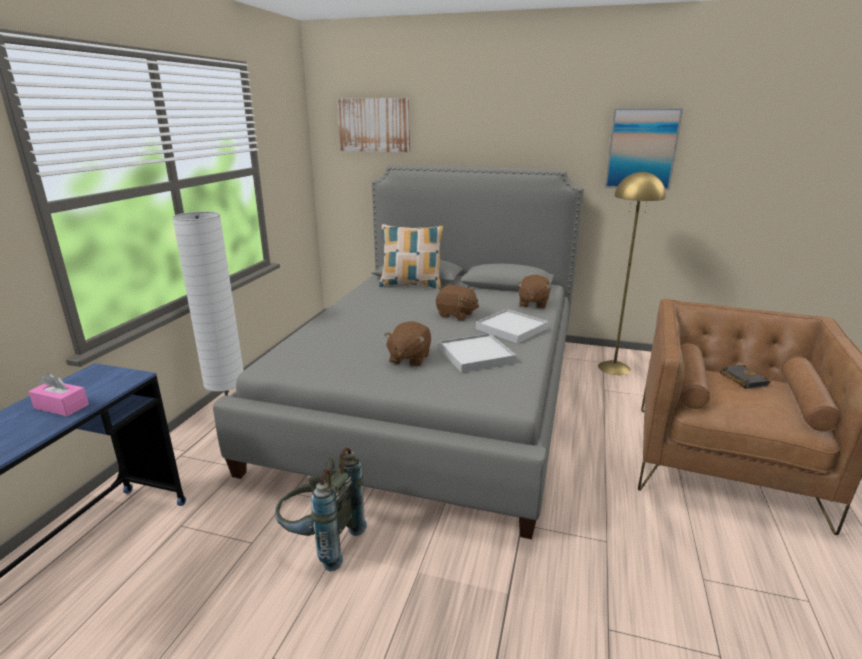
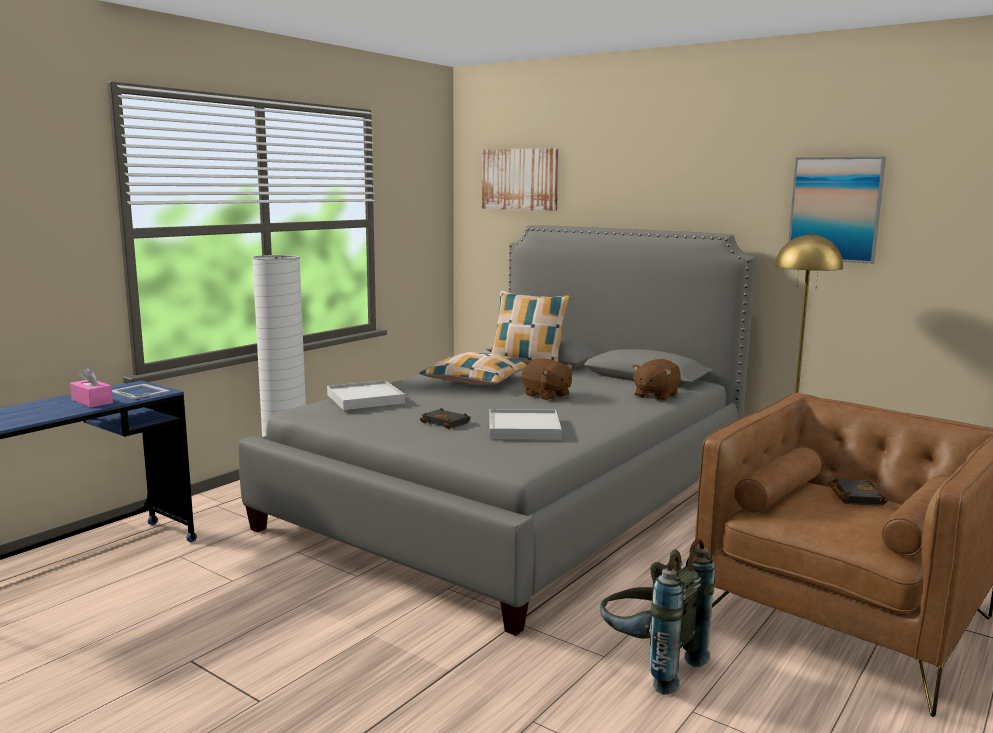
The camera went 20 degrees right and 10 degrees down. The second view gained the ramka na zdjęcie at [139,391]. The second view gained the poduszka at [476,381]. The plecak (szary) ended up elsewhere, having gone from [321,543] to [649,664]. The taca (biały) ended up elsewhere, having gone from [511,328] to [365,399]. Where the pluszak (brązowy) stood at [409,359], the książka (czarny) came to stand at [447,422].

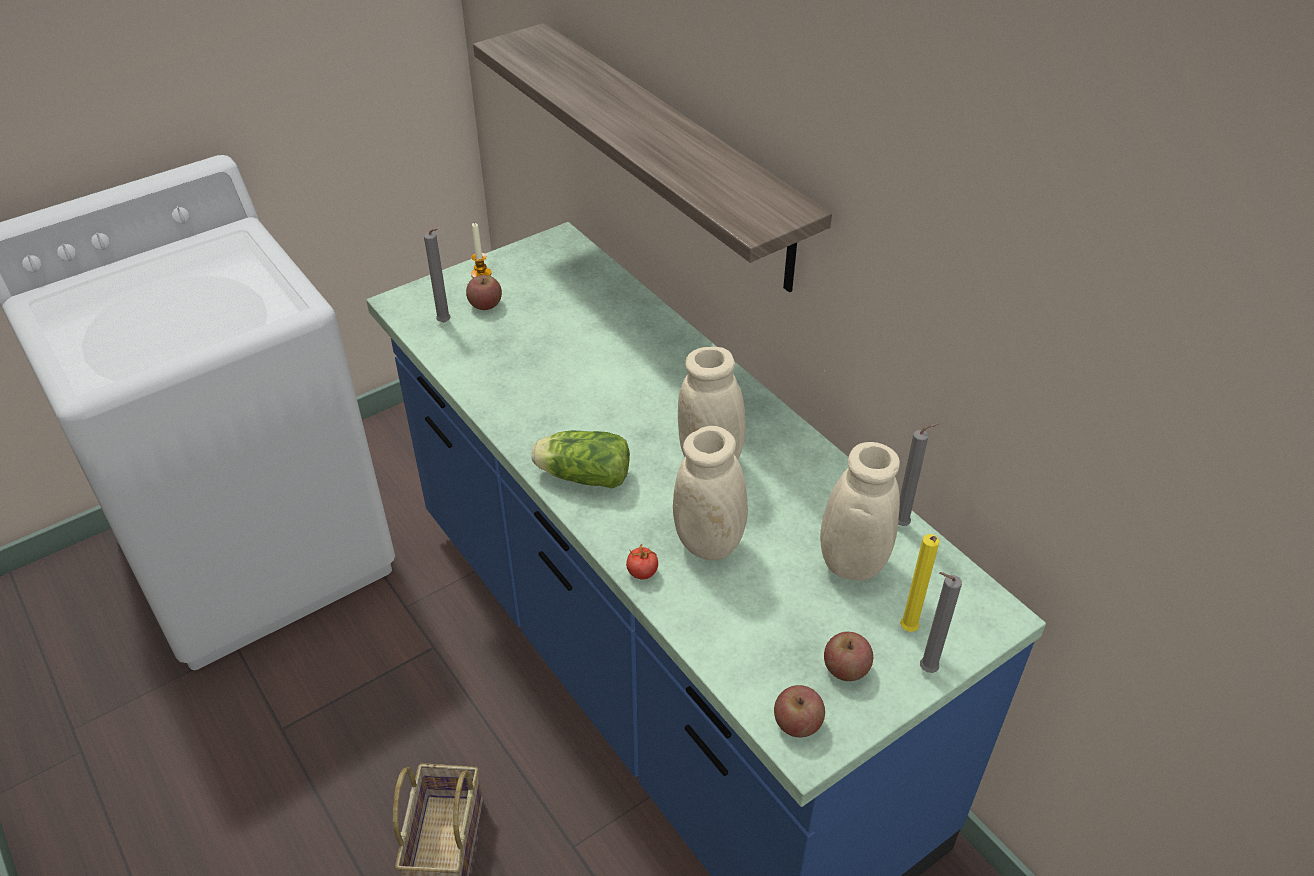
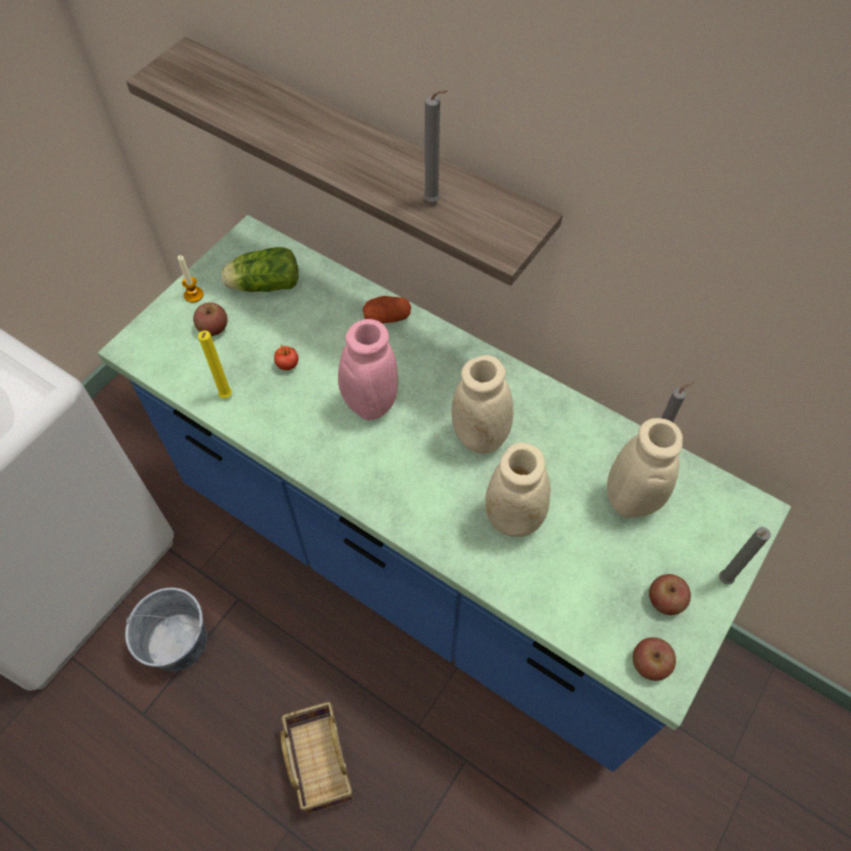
The camera went 20 degrees left and 15 degrees up. The second view gained the wiadro (szary) at [178,642]. The second view gained the wazon (różowy) at [366,403]. The second view gained the ziemniak at [387,317]. The świeca (szary) ended up elsewhere, having gone from [445,323] to [434,202]. The sałata ended up elsewhere, having gone from [581,475] to [262,285]. The pomidor ended up elsewhere, having gone from [642,572] to [287,364]. The świeca (żółty) ended up elsewhere, having gone from [908,631] to [226,397].

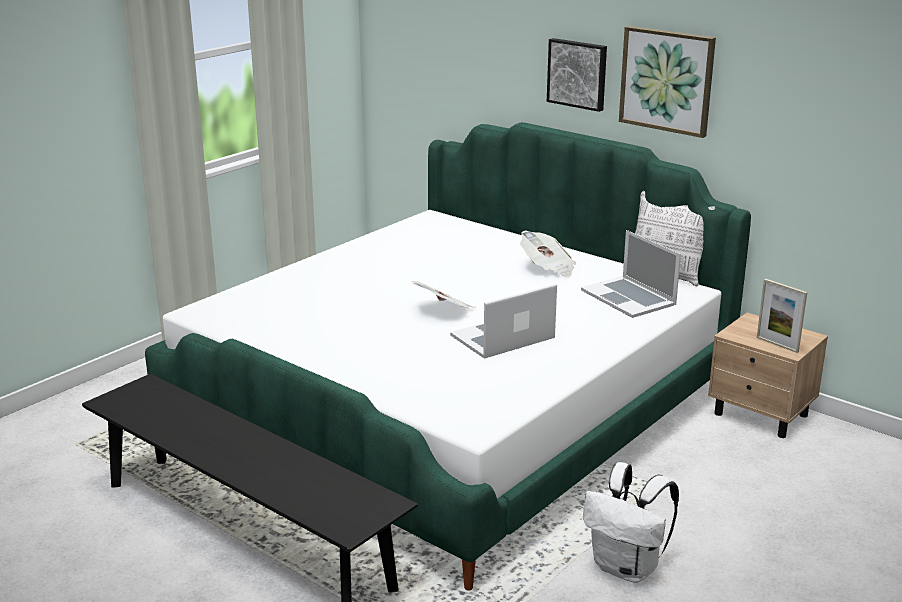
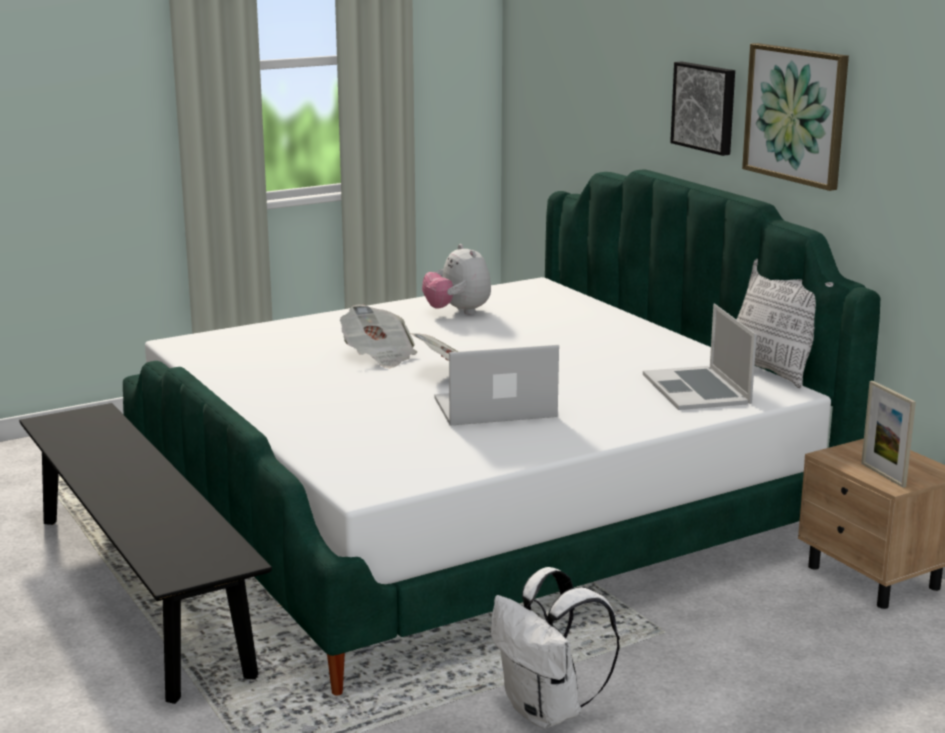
The camera went 20 degrees right and 5 degrees down. The second view gained the pluszak at [457,312]. The gazeta ended up elsewhere, having gone from [548,268] to [379,356].

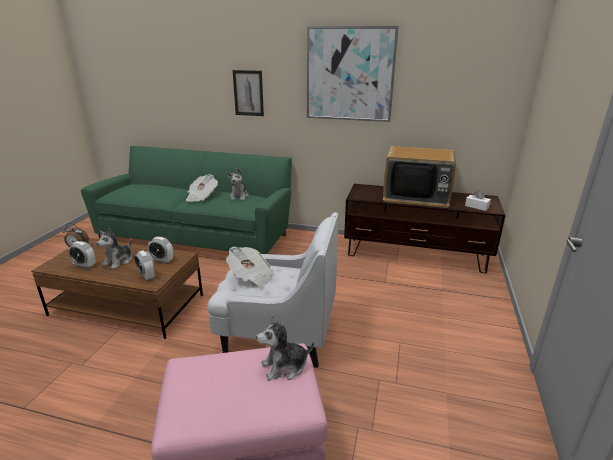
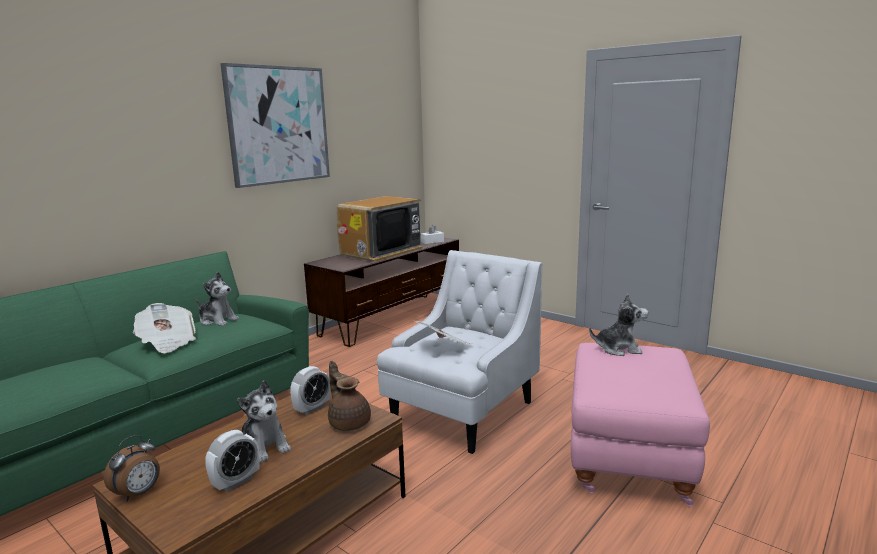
The camera went 65 degrees left and 10 degrees down. The second view lost the obraz at [248,93]. Where the budzik stood at [147,276], the imbryk (brązowy) came to stand at [349,422]. The pluszak at [284,367] ended up facing another way, 90 degrees counterclockwise from before.

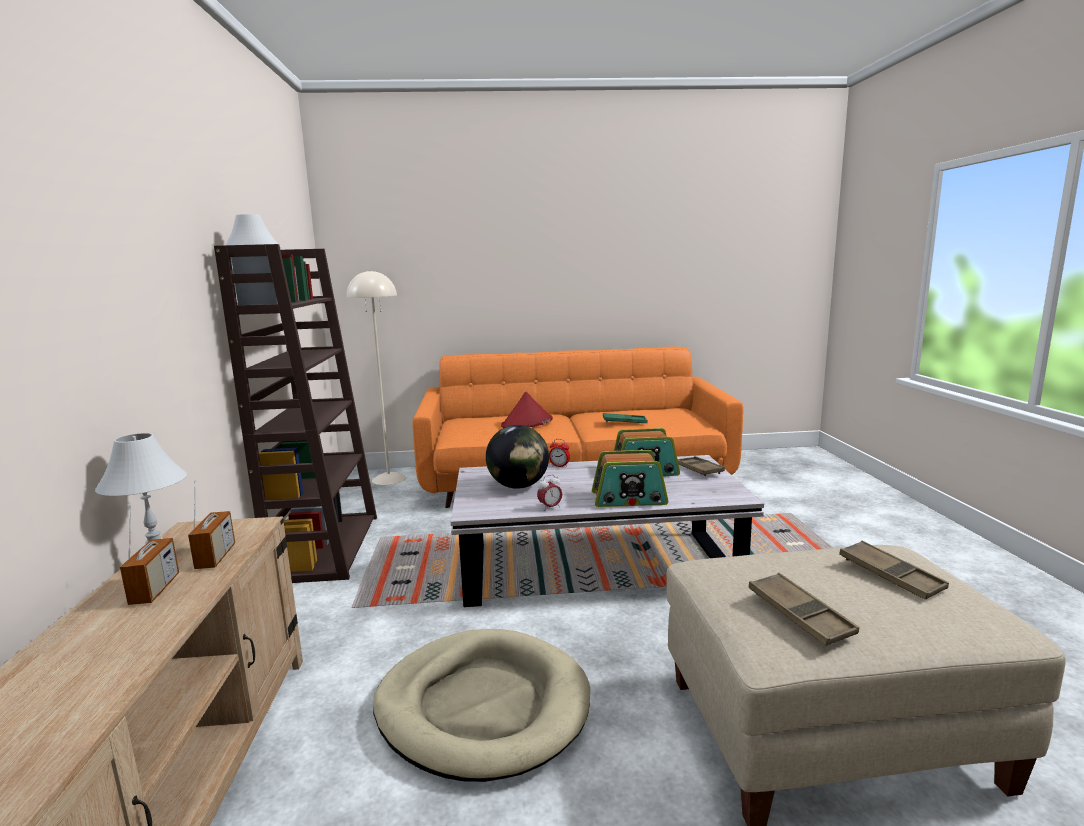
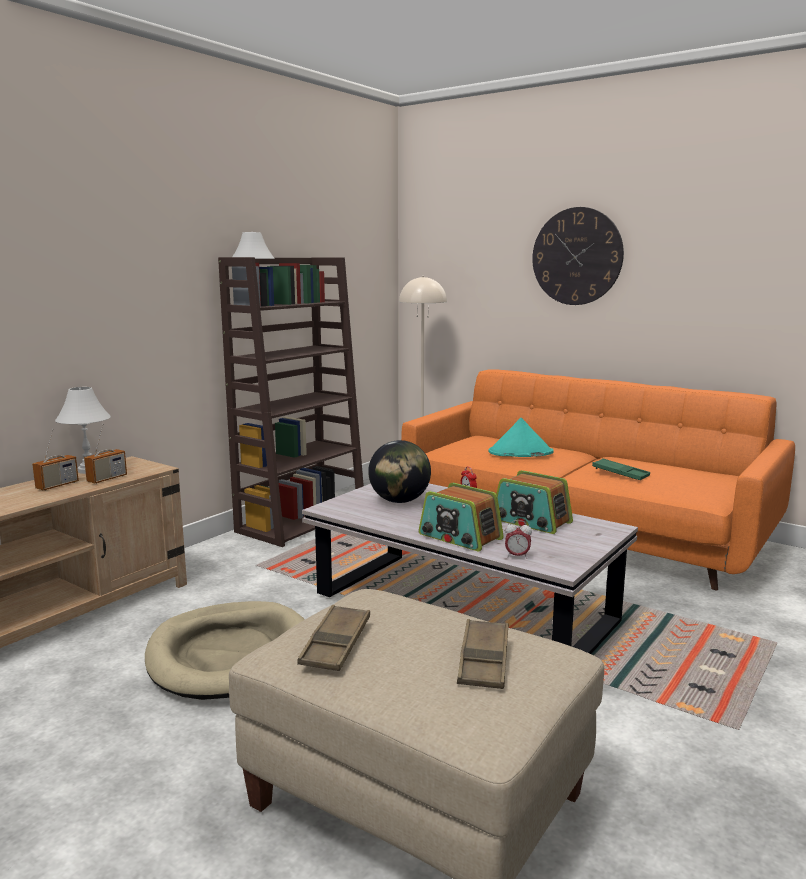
The camera went 40 degrees right and 0 degrees up. The second view lost the taca (brązowy) at [698,469]. The second view gained the zegar ścienny at [577,256]. The budzik ended up elsewhere, having gone from [550,507] to [517,556]. What was the kapelusz (czerwony) at [527,423] turned into the kapelusz (turkusowy) at [520,452].

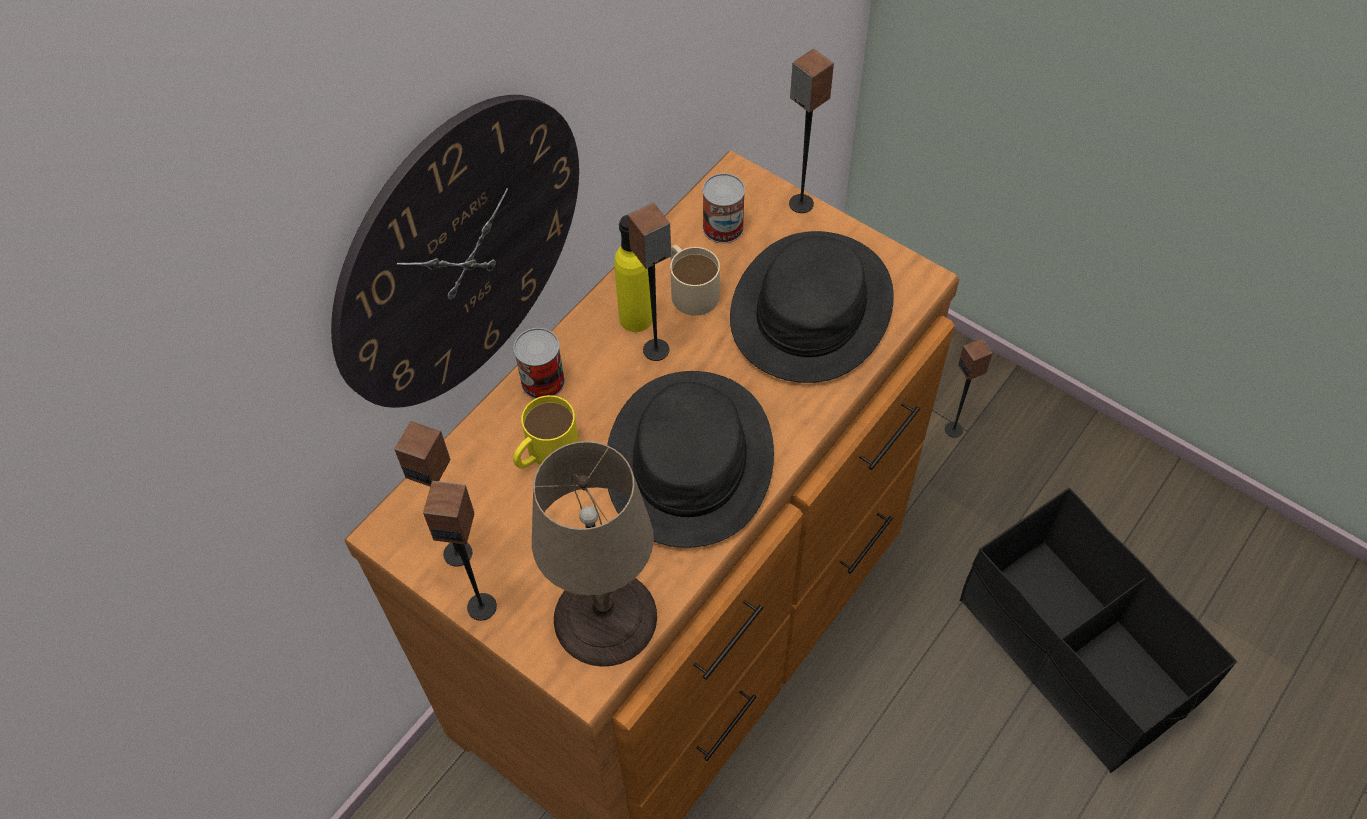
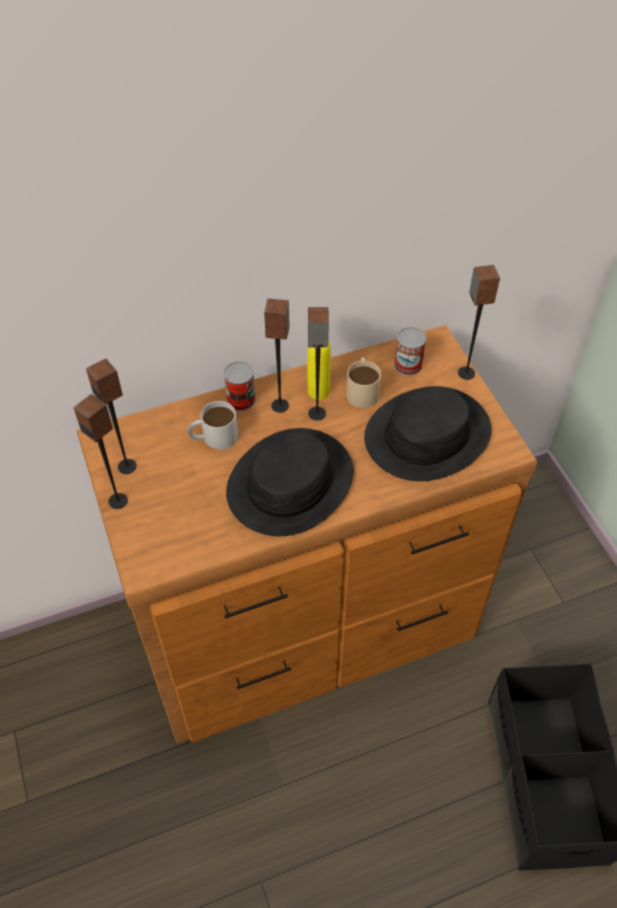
The camera went 30 degrees right and 5 degrees down. The second view lost the zegar ścienny at [460,254]. The second view lost the lampa stołowa (beżowy) at [606,615]. The głośnik ended up elsewhere, having gone from [954,429] to [280,406]. What was the kubek (żółty) at [545,451] turned into the kubek (biały) at [213,437].

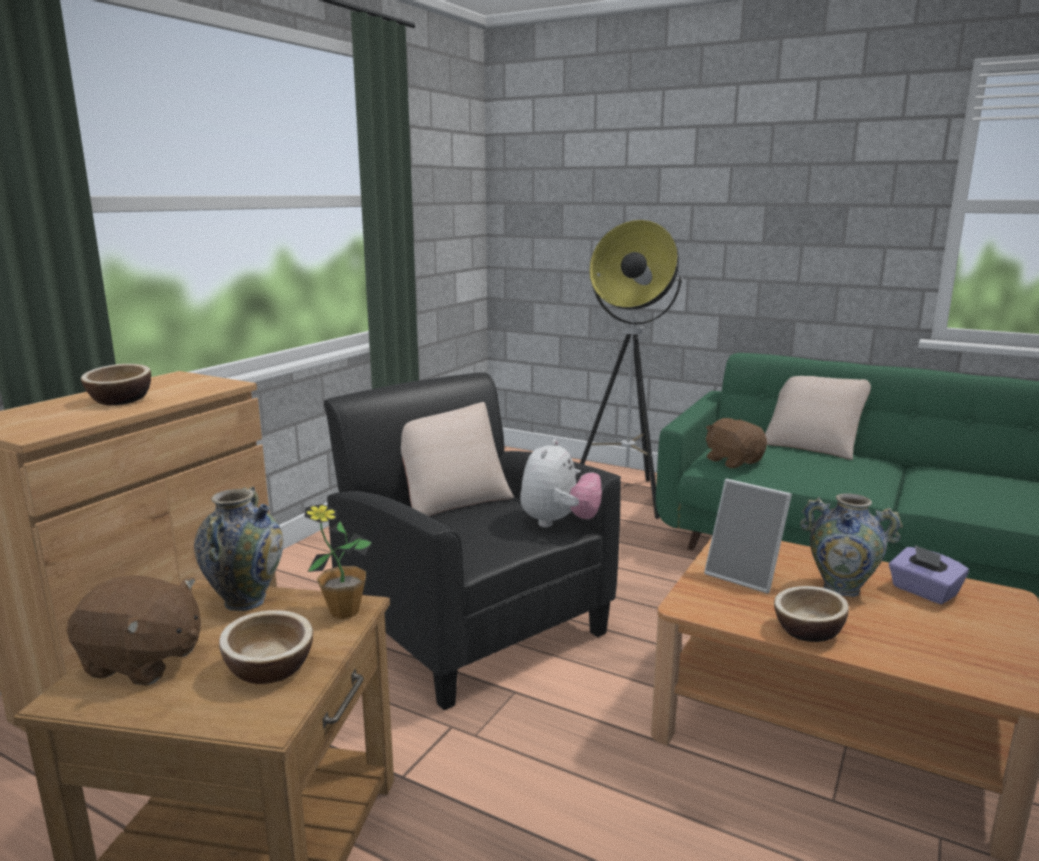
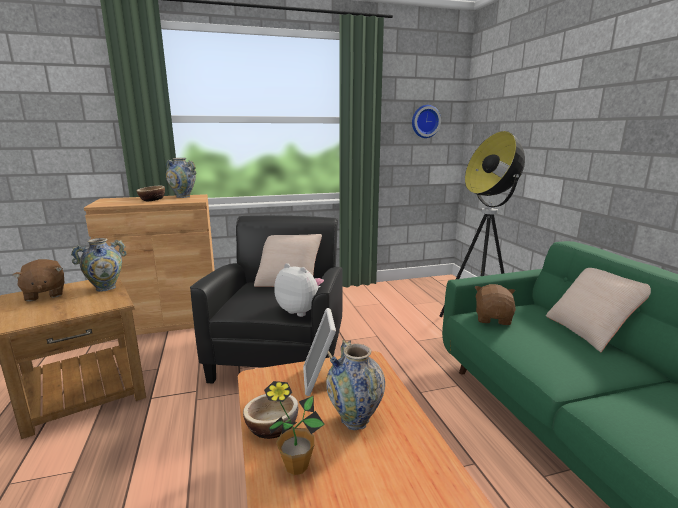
The camera went 45 degrees right and 0 degrees up. The second view lost the miska at [269,668]. The second view lost the pudełko chusteczek (fioletowy) at [923,591]. The second view gained the wazon at [183,196]. The second view gained the zegar ścienny at [425,121]. The roślina doniczkowa ended up elsewhere, having gone from [344,611] to [296,466]. The pluszak at [559,523] ended up facing another way, 120 degrees counterclockwise from before.

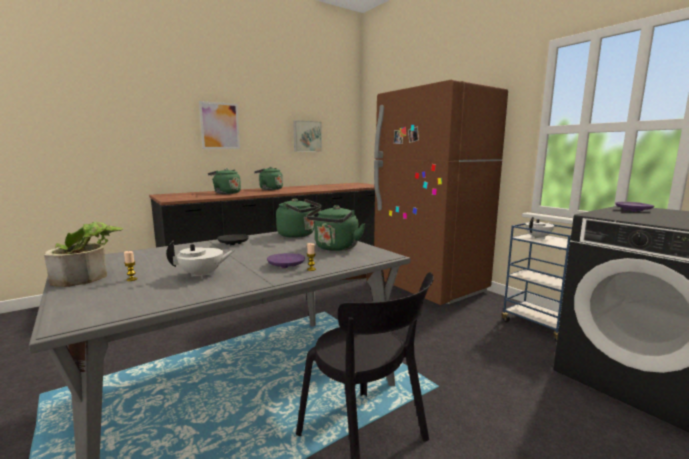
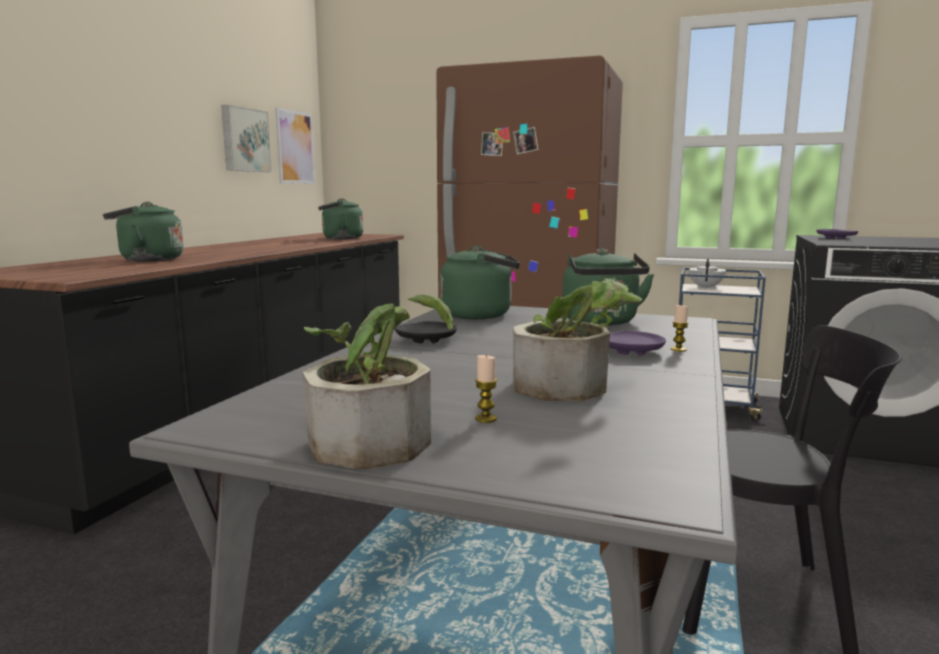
The camera went 35 degrees left and 0 degrees up. The obraz ended up elsewhere, having gone from [220,126] to [295,147]. The czajnik (zielony) ended up elsewhere, having gone from [269,189] to [340,238]. Where the imbryk (biały) stood at [202,275], the roślina doniczkowa came to stand at [573,386].

